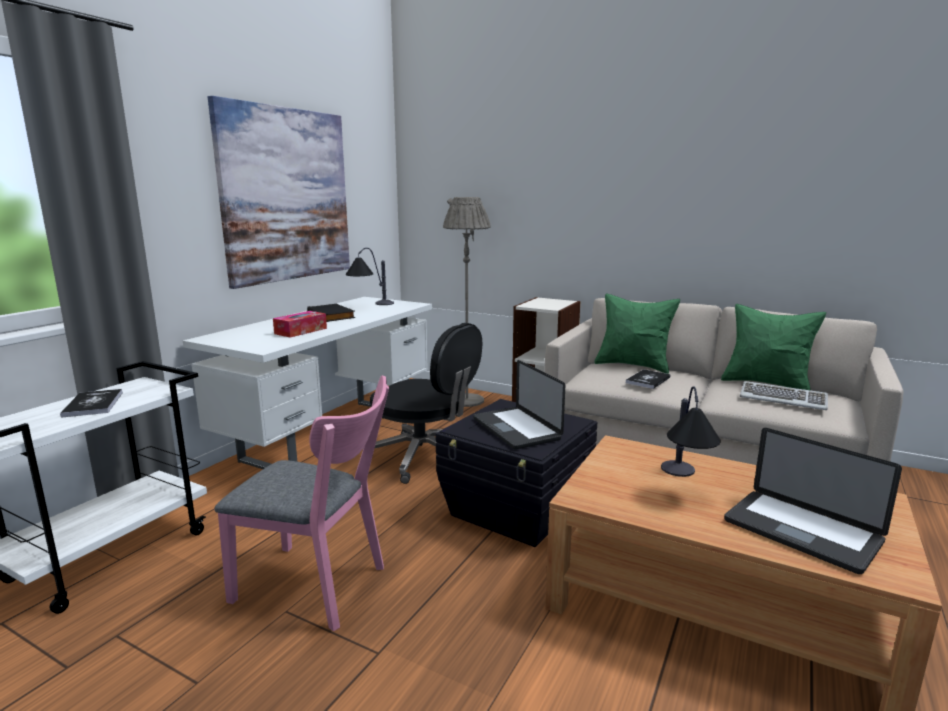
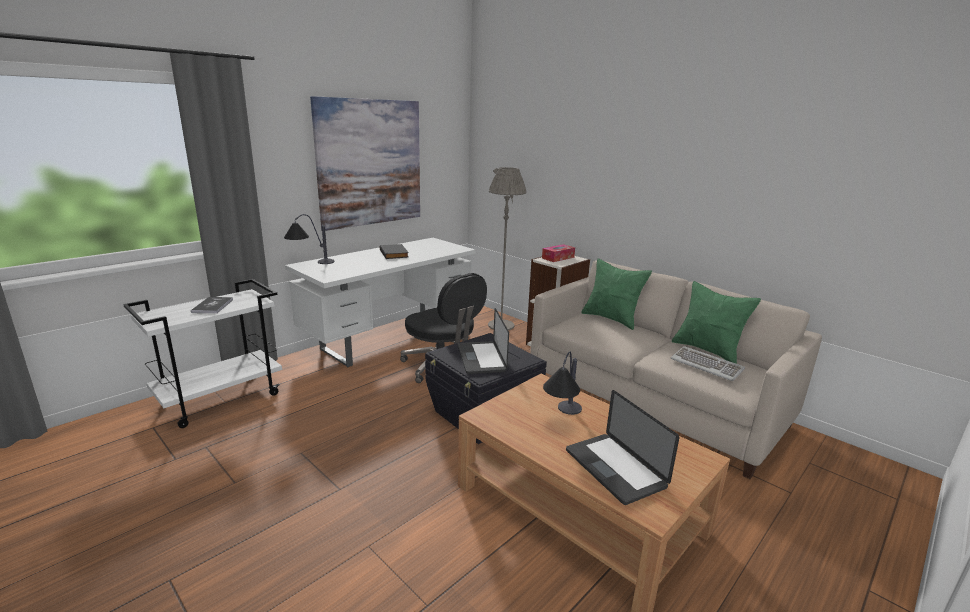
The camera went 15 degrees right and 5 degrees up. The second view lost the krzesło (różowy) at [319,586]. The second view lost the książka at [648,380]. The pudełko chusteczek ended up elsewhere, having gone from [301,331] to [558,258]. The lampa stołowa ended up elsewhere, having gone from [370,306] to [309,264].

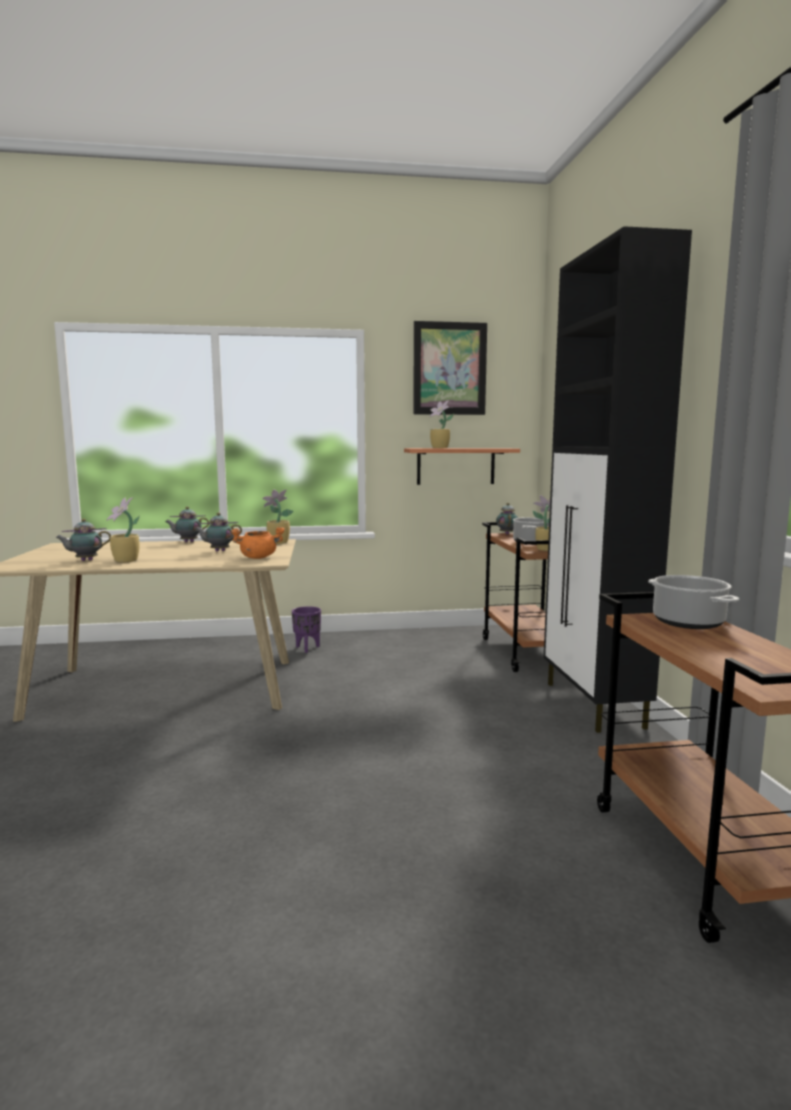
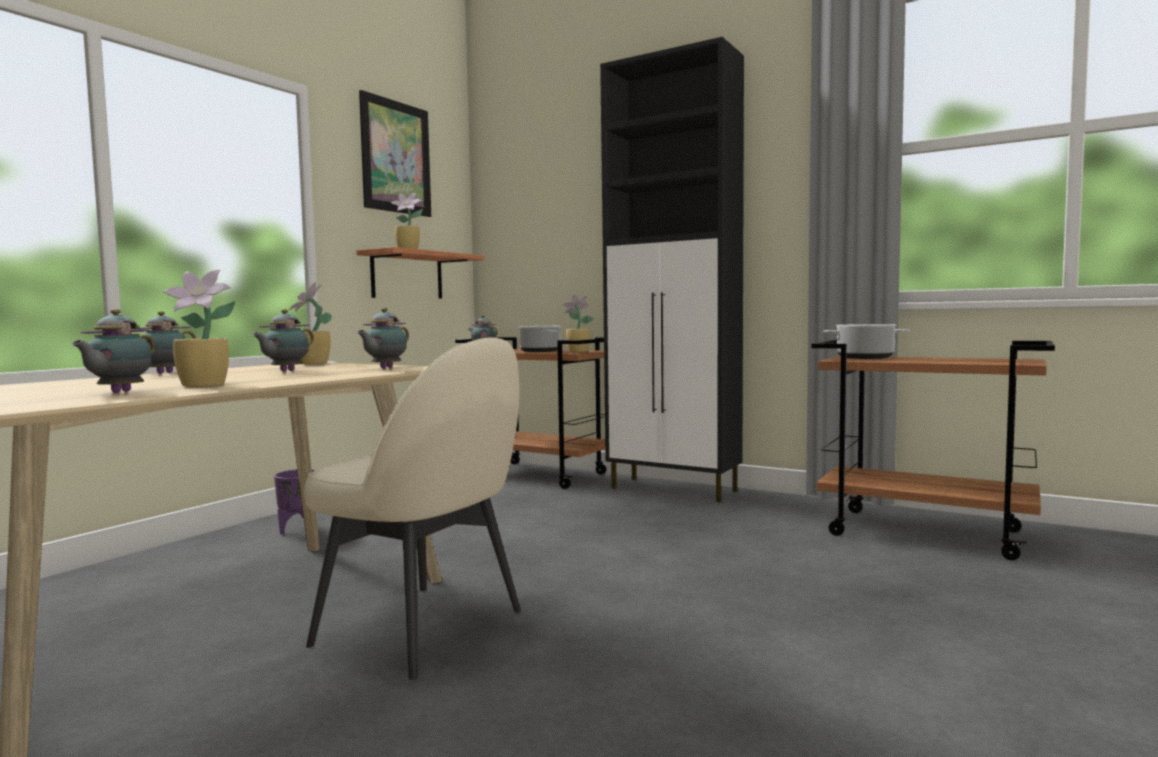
The camera went 50 degrees left and 5 degrees down. The second view gained the krzesło (beżowy) at [424,629]. Where the garnek (pomarańczowy) stood at [258,557], the imbryk came to stand at [384,368].

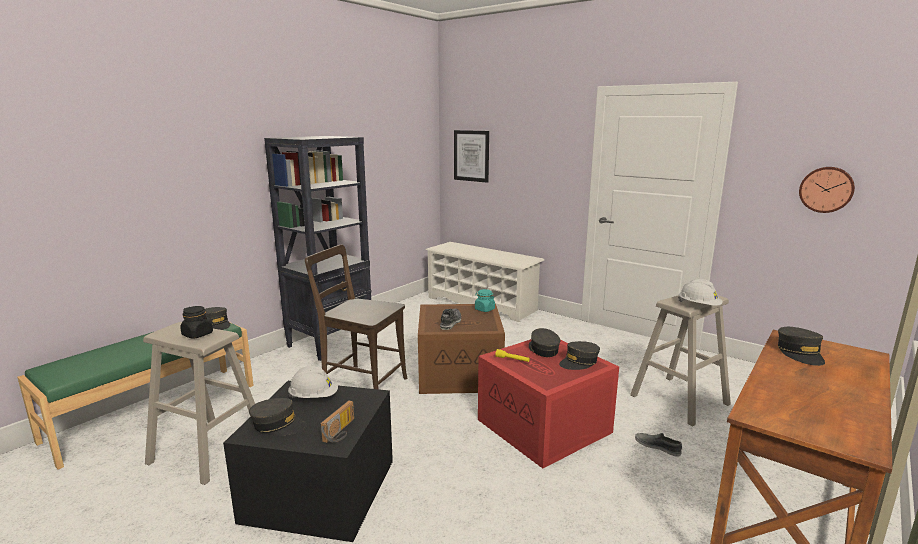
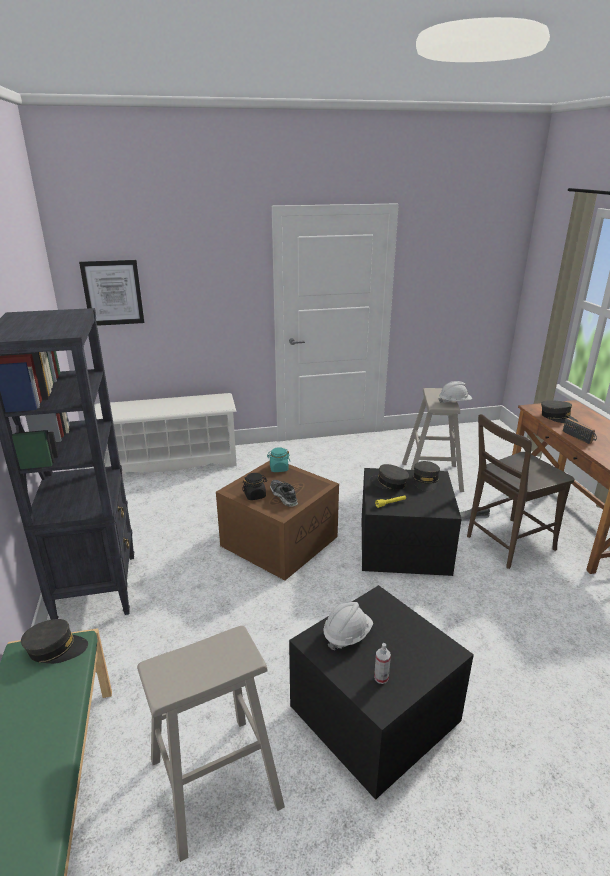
The camera went 50 degrees left and 10 degrees up. The second view lost the zegar ścienny at [826,189]. The słoik (czarny) ended up elsewhere, having gone from [198,334] to [255,495]. The krzesło (brązowy) ended up elsewhere, having gone from [361,384] to [506,544]. The radio ended up elsewhere, having gone from [341,432] to [580,437]. Where the czapka z daszkiem (szary) stood at [278,425], the spryskiwacz came to stand at [381,678]. What was the pojemnik do przechowywania (czerwony) at [546,426] turned into the pojemnik do przechowywania (czarny) at [405,544].

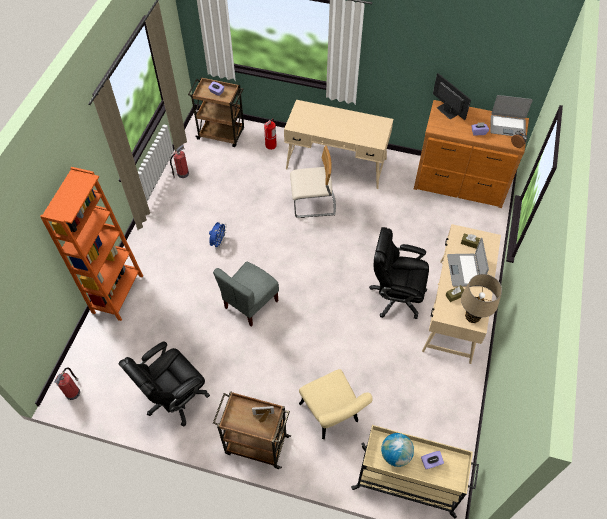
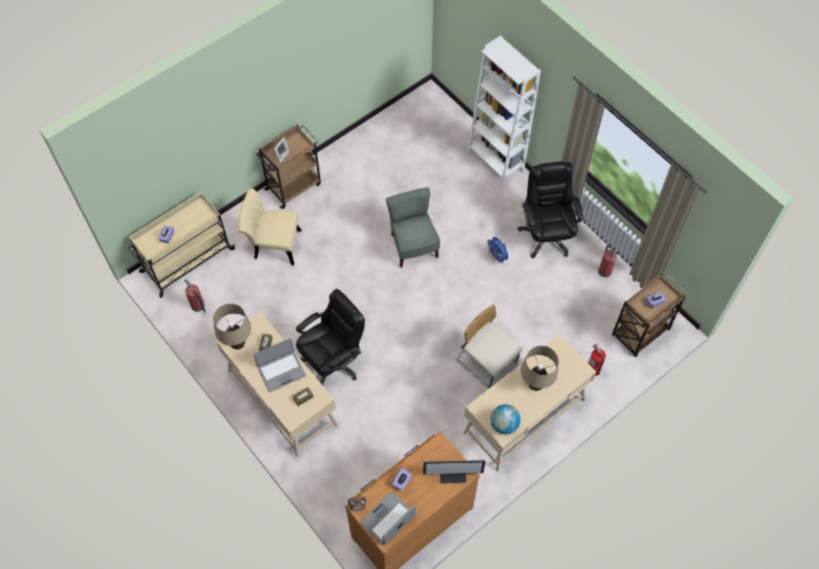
The camera went 125 degrees right and 5 degrees up. The second view gained the lampa stołowa (beżowy) at [535,384]. The gaśnica ended up elsewhere, having gone from [73,392] to [198,306]. The krzesło biurowe (czarny) ended up elsewhere, having gone from [174,397] to [546,234]. The globus ended up elsewhere, having gone from [395,454] to [504,424]. What was the regał (pomarańczowy) at [117,294] turned into the regał (biały) at [495,161]. The krzesło (beżowy) at [313,203] ended up facing another way, 105 degrees clockwise from before. The laptop at [464,270] ended up facing another way, 120 degrees clockwise from before.

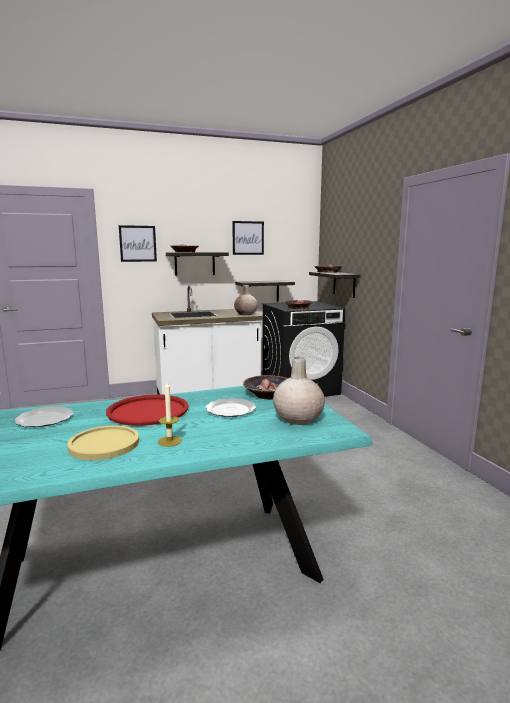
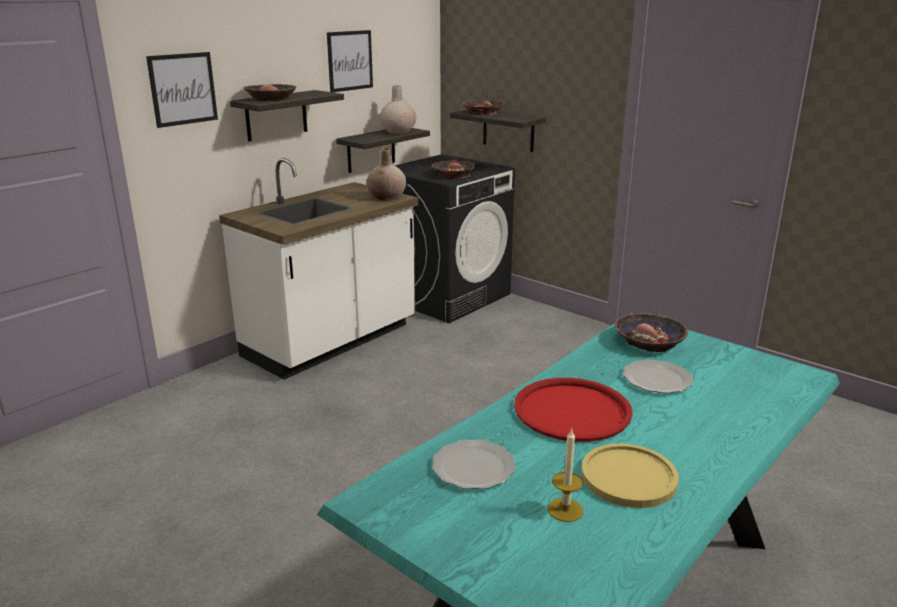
The camera went 30 degrees left and 10 degrees up. The świeca ended up elsewhere, having gone from [169,441] to [565,510]. The wazon (beżowy) ended up elsewhere, having gone from [297,419] to [398,132].

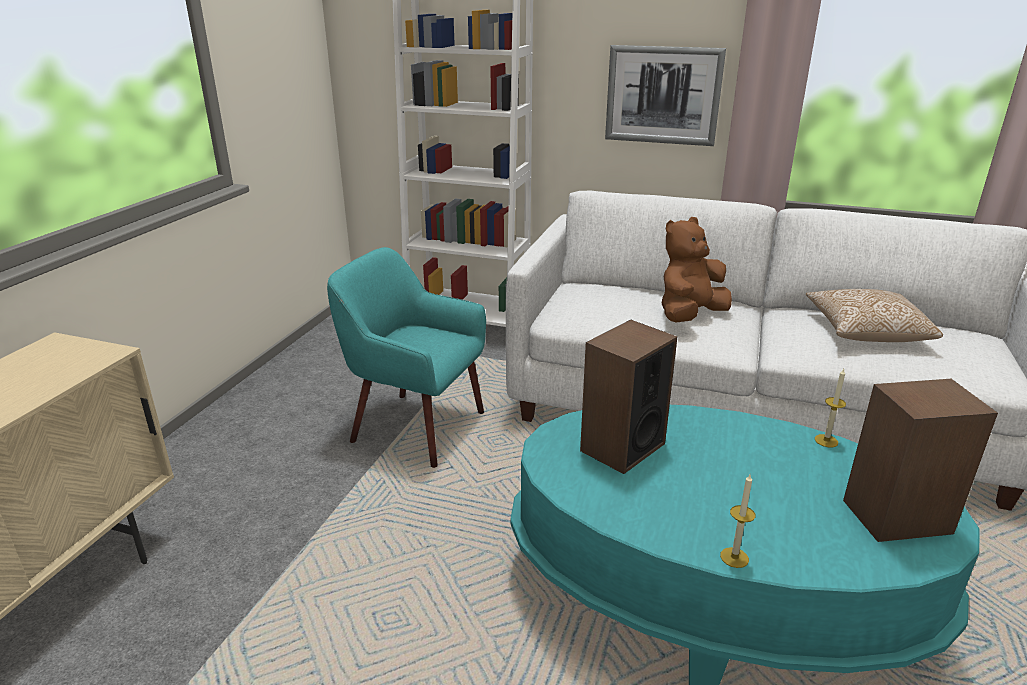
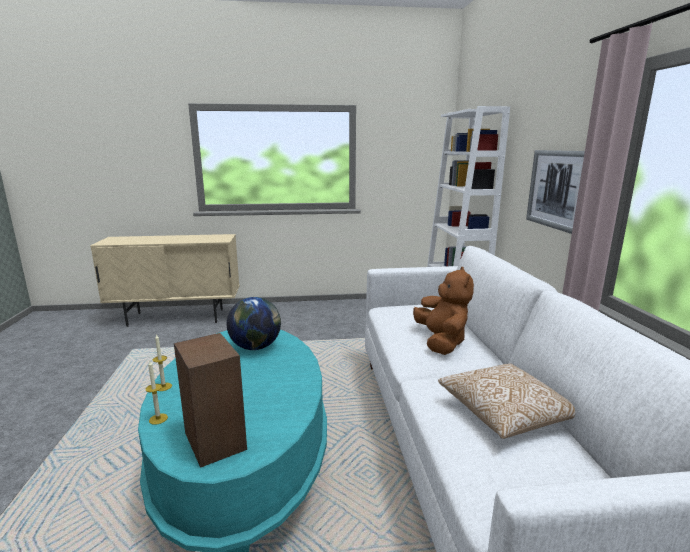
The camera went 65 degrees right and 10 degrees down. The second view lost the fotel (turkusowy) at [416,427]. The świeca ended up elsewhere, having gone from [826,441] to [158,419]. Where the głośnik stood at [622,447], the globus came to stand at [256,347]. The pluszak (brązowy) at [689,316] ended up facing another way, 60 degrees clockwise from before.

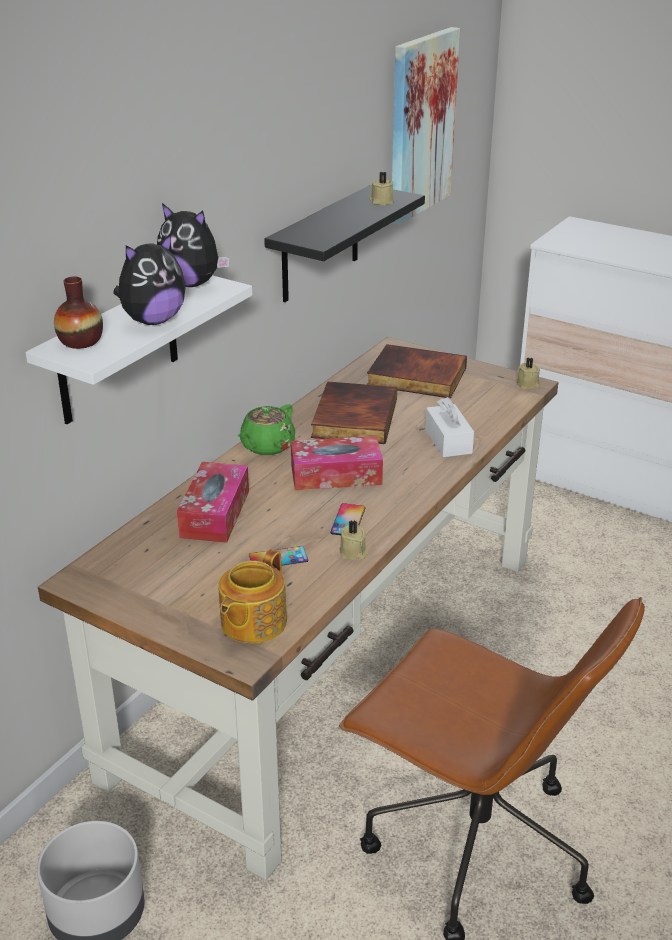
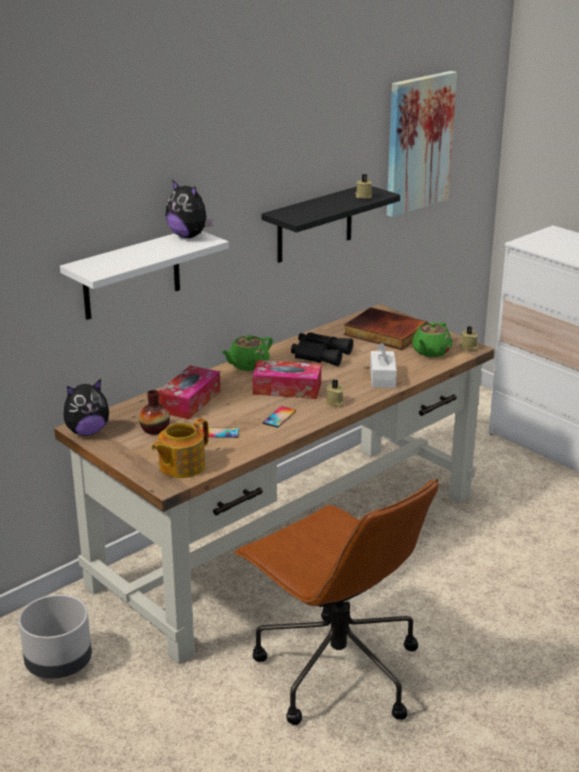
The camera went 15 degrees right and 5 degrees down. The second view gained the imbryk (zielony) at [431,352]. The wazon ended up elsewhere, having gone from [81,341] to [155,429]. The pluszak ended up elsewhere, having gone from [153,320] to [87,432]. The świeca (beżowy) ended up elsewhere, having gone from [353,553] to [335,403]. Where the książka stood at [352,417], the lornetka (czarny) came to stand at [320,354].

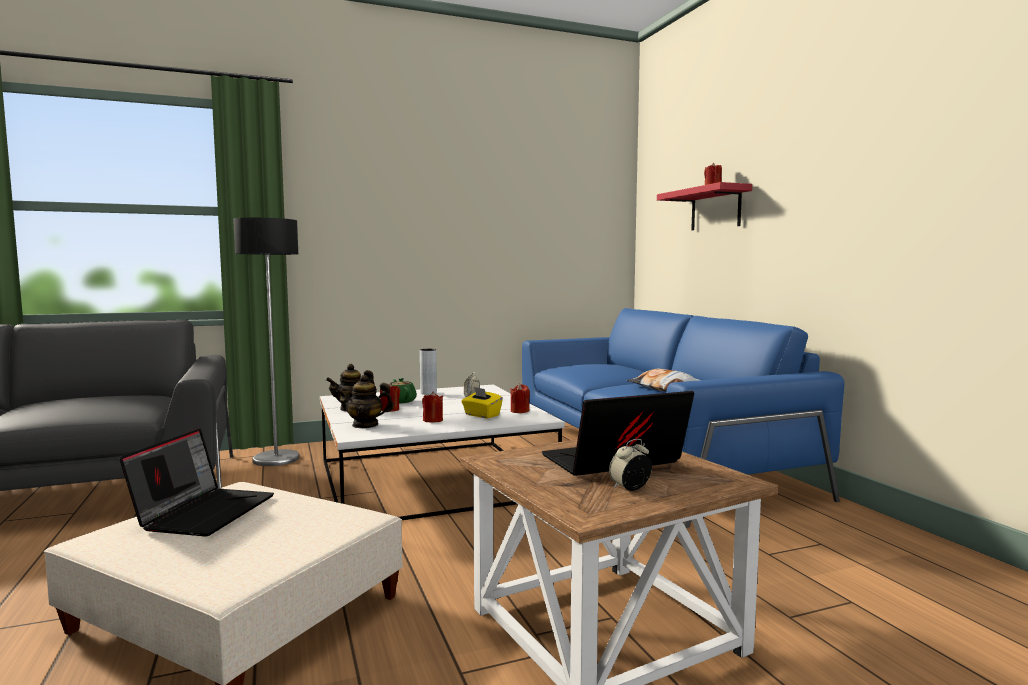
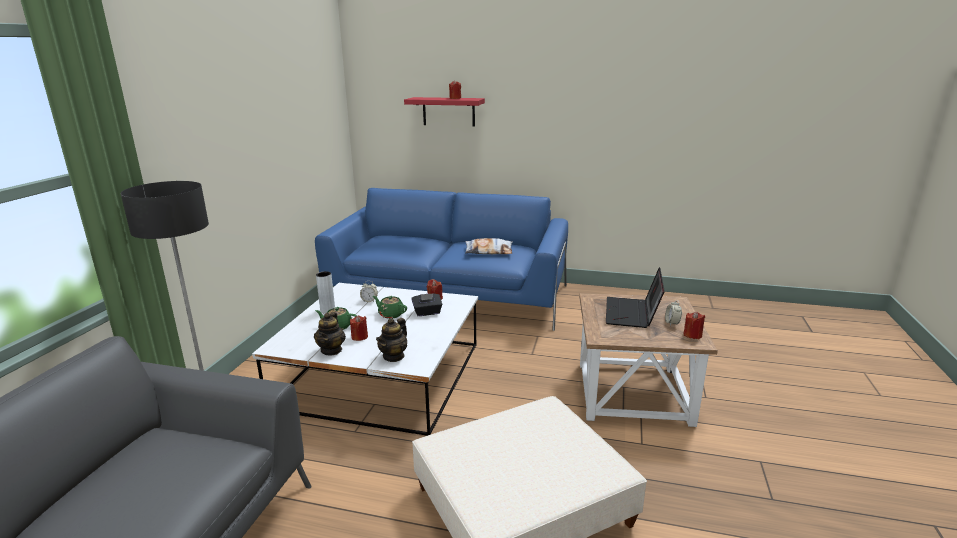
The camera went 55 degrees left and 15 degrees up. The second view lost the laptop at [204,512]. The second view gained the imbryk (zielony) at [390,314]. The świeca (czerwony) ended up elsewhere, having gone from [433,420] to [692,335]. What was the pudełko chusteczek (żółty) at [481,415] turned into the pudełko chusteczek (czarny) at [427,312].

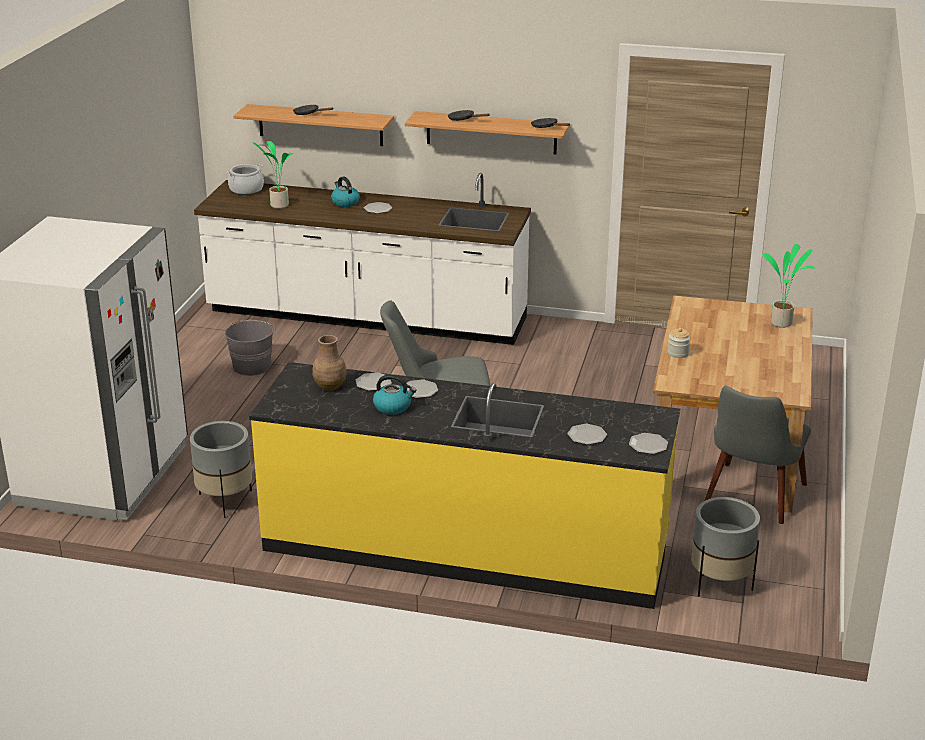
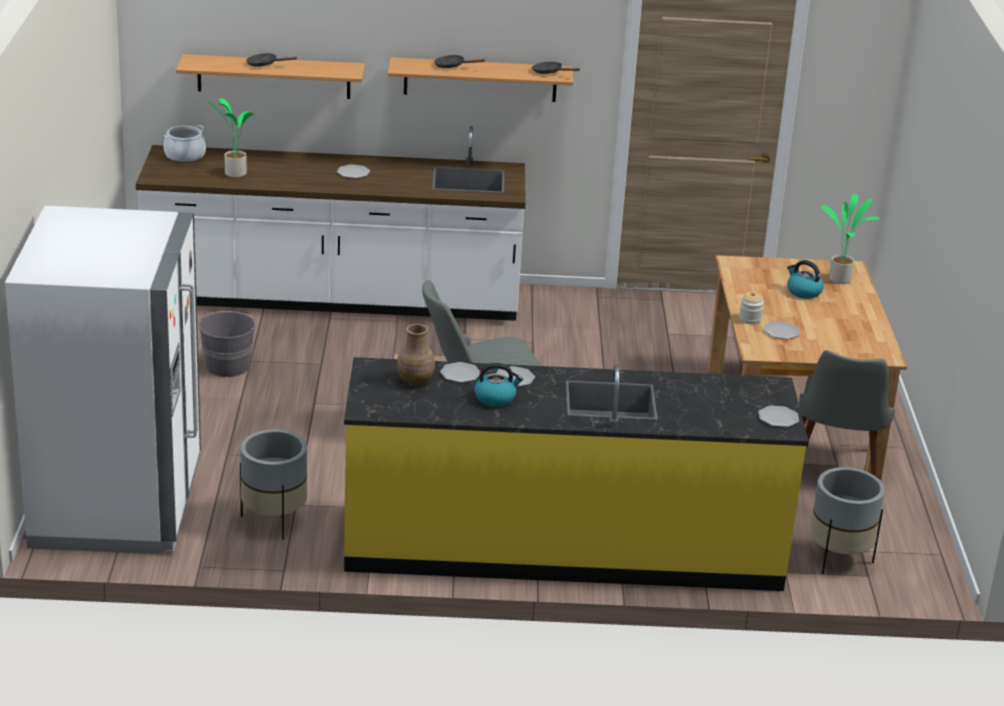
The camera went 15 degrees left and 0 degrees up. The czajnik ended up elsewhere, having gone from [345,202] to [803,292]. The talerz ended up elsewhere, having gone from [587,436] to [781,332].

